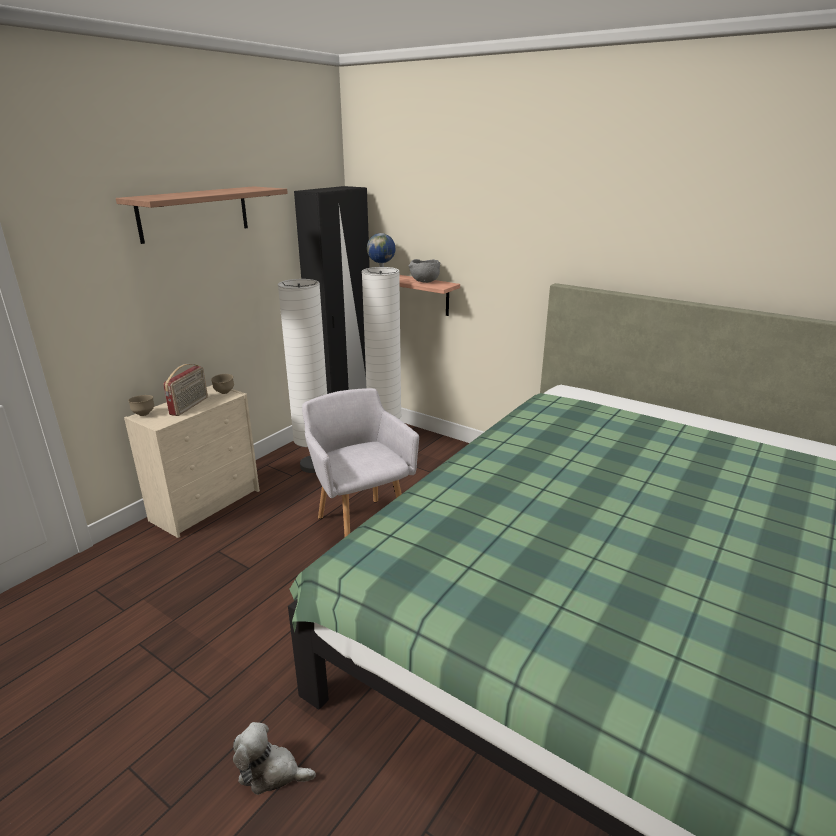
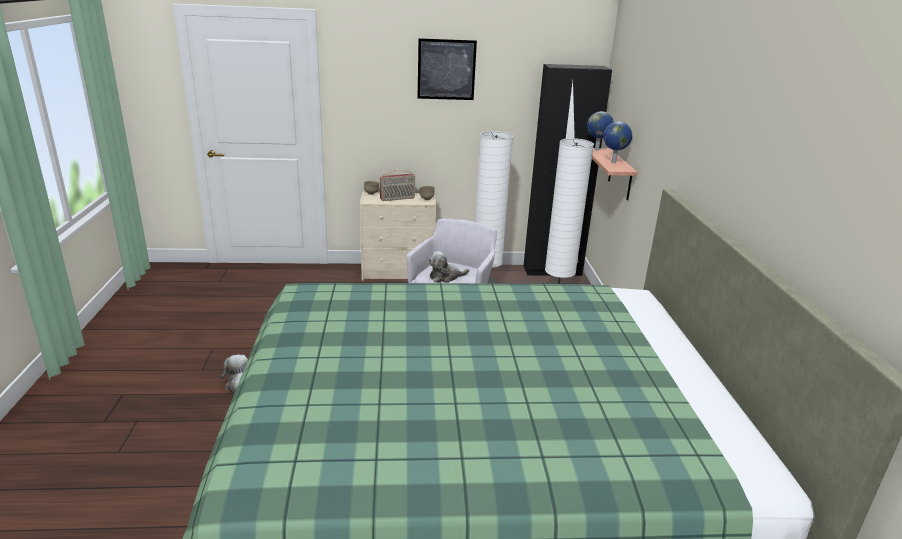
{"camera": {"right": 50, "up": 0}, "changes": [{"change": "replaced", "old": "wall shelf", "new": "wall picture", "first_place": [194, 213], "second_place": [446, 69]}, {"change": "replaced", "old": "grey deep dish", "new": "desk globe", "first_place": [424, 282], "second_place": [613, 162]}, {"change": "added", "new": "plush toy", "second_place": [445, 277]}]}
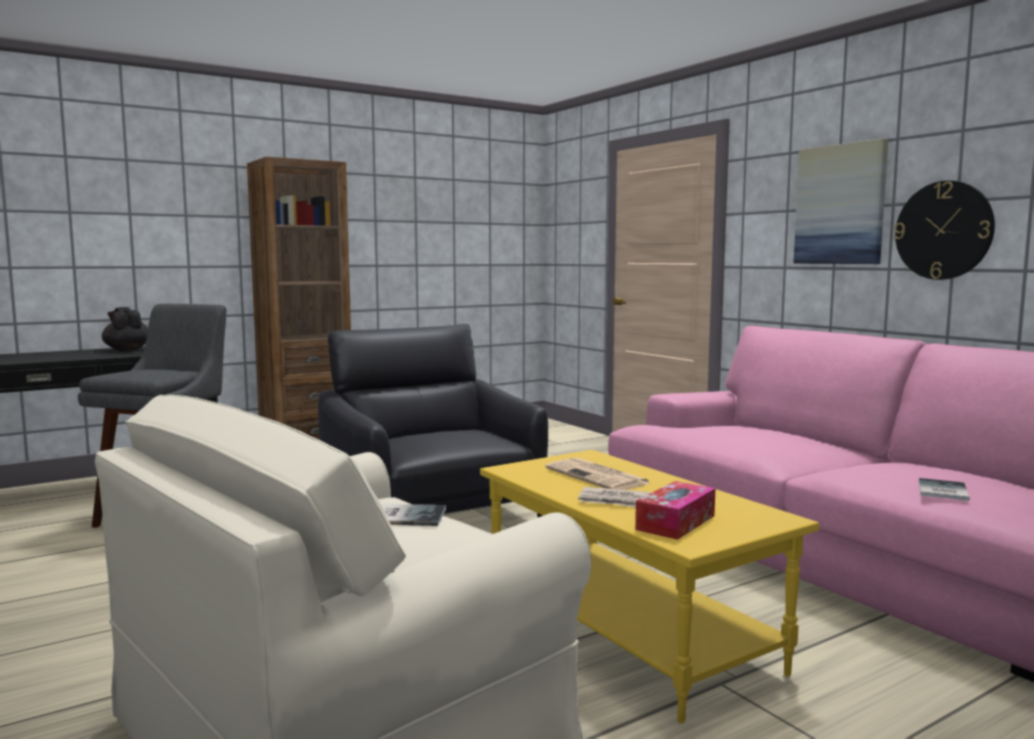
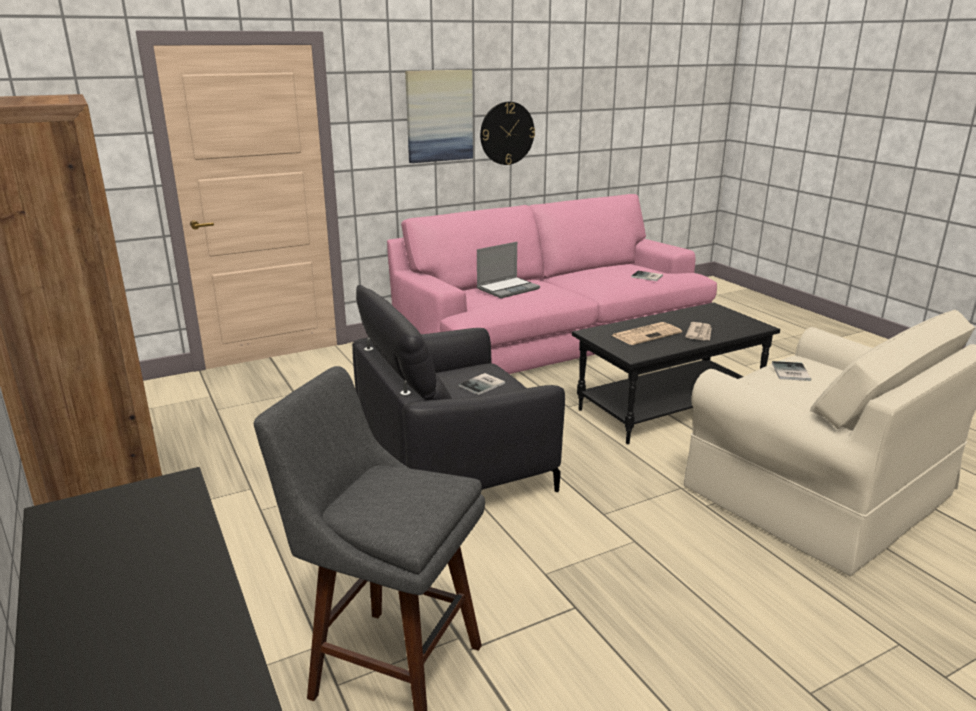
{"camera": {"right": -85, "up": 15}, "changes": [{"change": "removed", "old": "blackish tea pot", "first_place": [127, 350]}, {"change": "recoloured", "old": "yellowish lounge table", "new": "blackish lounge table", "first_place": [629, 632], "second_place": [668, 407]}, {"change": "removed", "old": "box of tissues", "first_place": [675, 522]}, {"change": "added", "new": "laptop", "second_place": [508, 288]}, {"change": "added", "new": "volume", "second_place": [483, 384]}]}
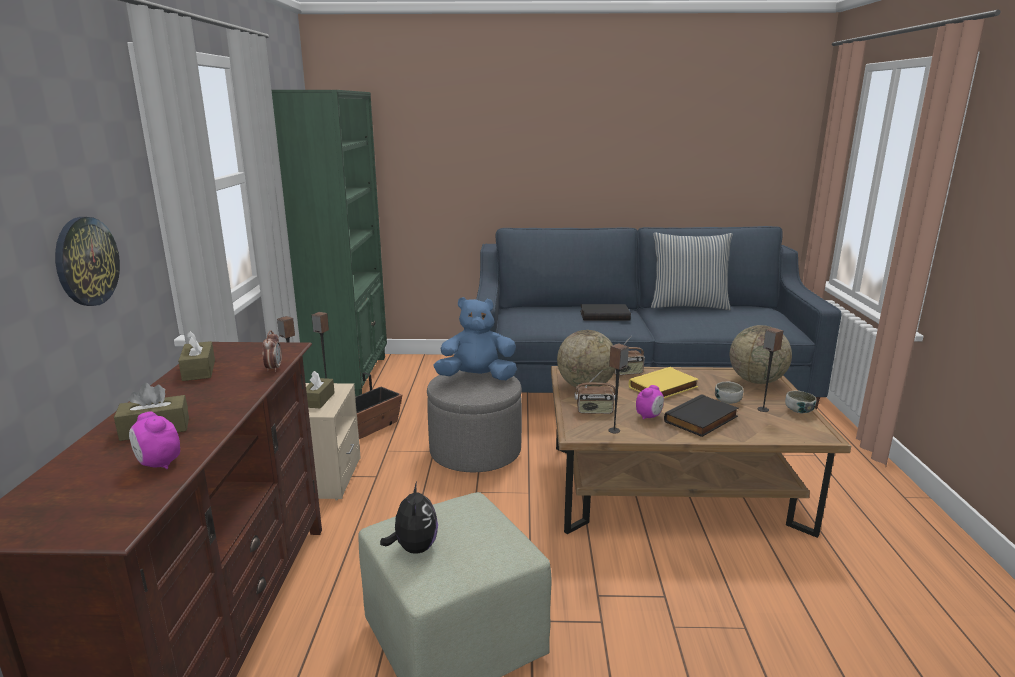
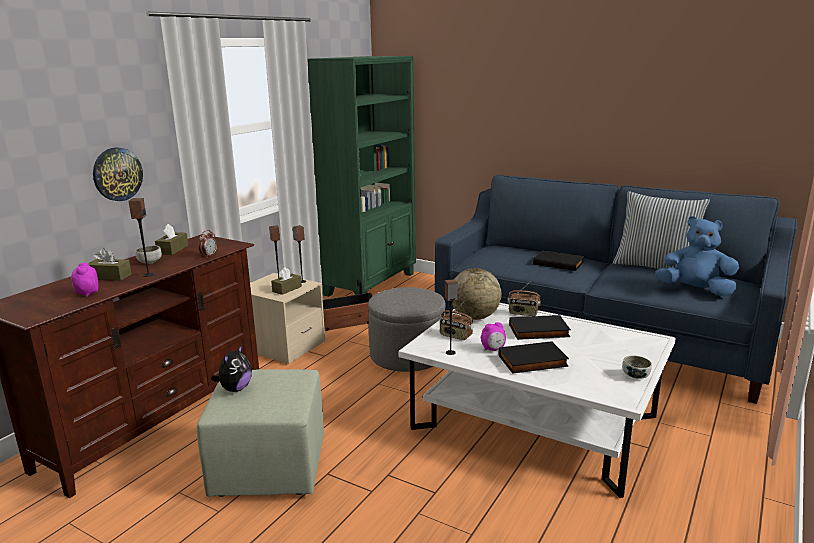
{"camera": {"right": 30, "up": 0}, "changes": [{"change": "moved", "old": "blue plush toy", "first_place": [477, 378], "second_place": [695, 290]}, {"change": "removed", "old": "desk globe", "first_place": [756, 381]}, {"change": "moved", "old": "audio speaker", "first_place": [763, 409], "second_place": [148, 275]}, {"change": "recoloured", "old": "brown-coloured lounge table", "new": "white-coloured lounge table", "first_place": [673, 487], "second_place": [534, 422]}, {"change": "recoloured", "old": "yellowish volume", "new": "blackish volume", "first_place": [664, 388], "second_place": [538, 331]}, {"change": "moved", "old": "deep dish", "first_place": [727, 401], "second_place": [150, 262]}]}
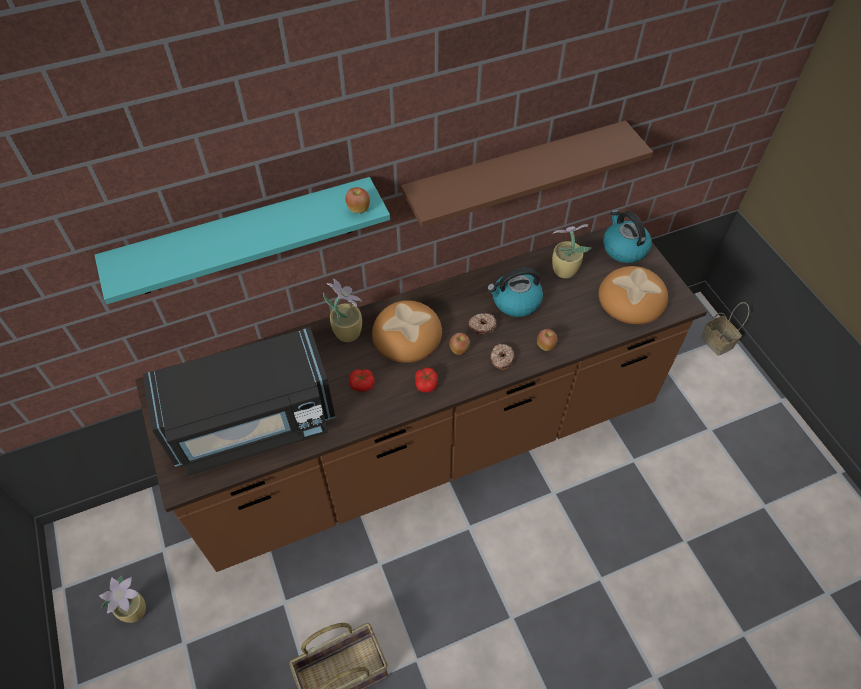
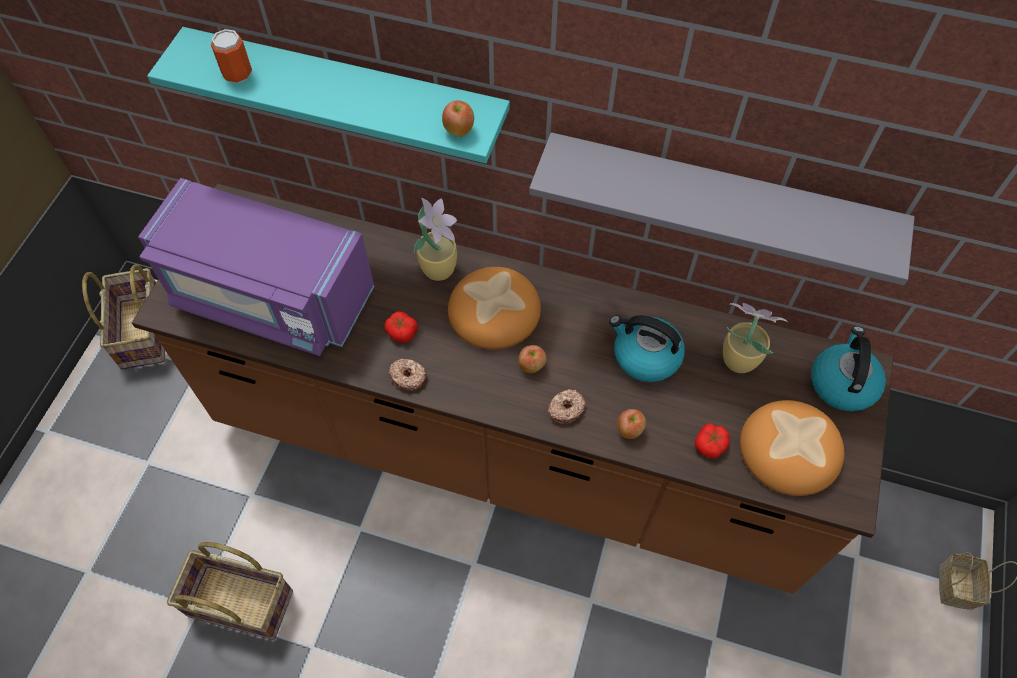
{"camera": {"right": 40, "up": 5}, "changes": [{"change": "recoloured", "old": "brown-coloured wall shelf", "new": "grey wall shelf", "first_place": [514, 175], "second_place": [717, 201]}, {"change": "moved", "old": "donut", "first_place": [482, 326], "second_place": [408, 376]}, {"change": "recoloured", "old": "blackish microwave", "new": "purple microwave", "first_place": [252, 423], "second_place": [270, 297]}, {"change": "moved", "old": "fresh tomato", "first_place": [426, 383], "second_place": [710, 444]}, {"change": "removed", "old": "plant in a pot", "first_place": [136, 610]}, {"change": "added", "new": "can", "second_place": [237, 74]}, {"change": "added", "new": "basket", "second_place": [144, 332]}]}
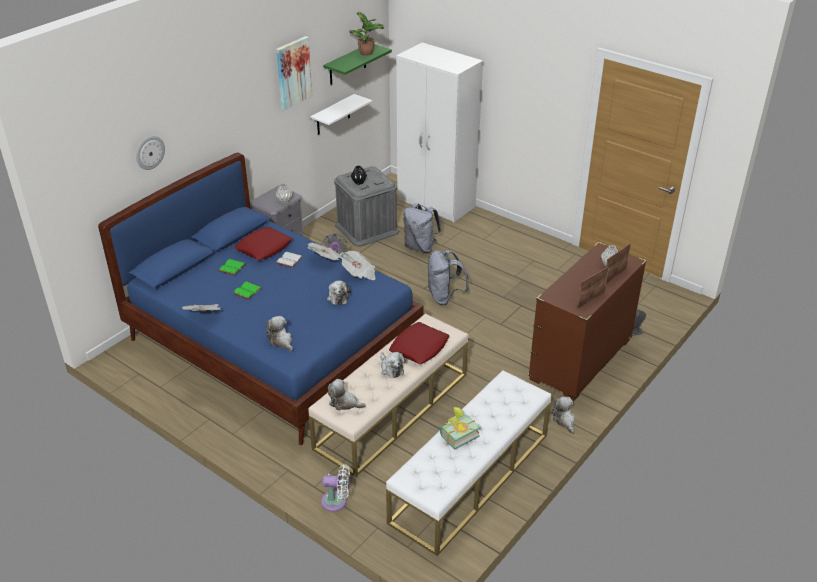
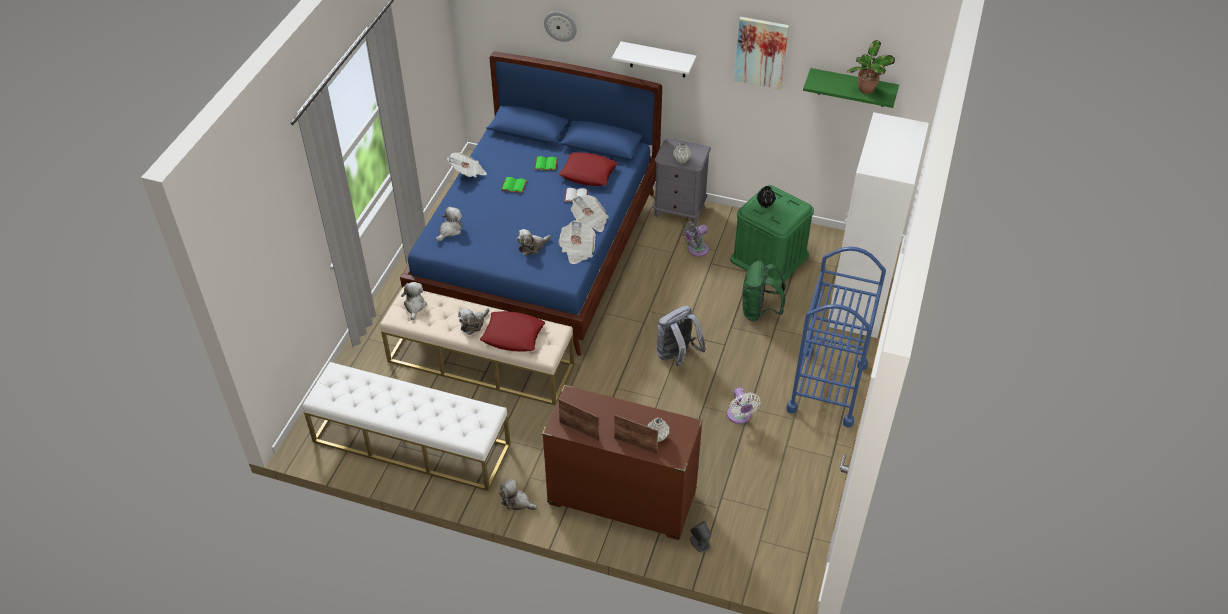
{"camera": {"right": 70, "up": 10}, "changes": [{"change": "moved", "old": "white-coloured wall shelf", "first_place": [333, 115], "second_place": [658, 60]}, {"change": "recoloured", "old": "grey storage box", "new": "green-coloured storage box", "first_place": [366, 228], "second_place": [769, 257]}, {"change": "recoloured", "old": "grey backpack", "new": "green-coloured backpack", "first_place": [420, 247], "second_place": [759, 311]}, {"change": "turned", "old": "plush toy", "first_place": [564, 420], "second_place": [517, 502], "degrees": -120}, {"change": "removed", "old": "volume", "first_place": [457, 434]}, {"change": "moved", "old": "white-coloured fan", "first_place": [337, 501], "second_place": [739, 416]}, {"change": "added", "new": "blue cart", "second_place": [827, 387]}]}
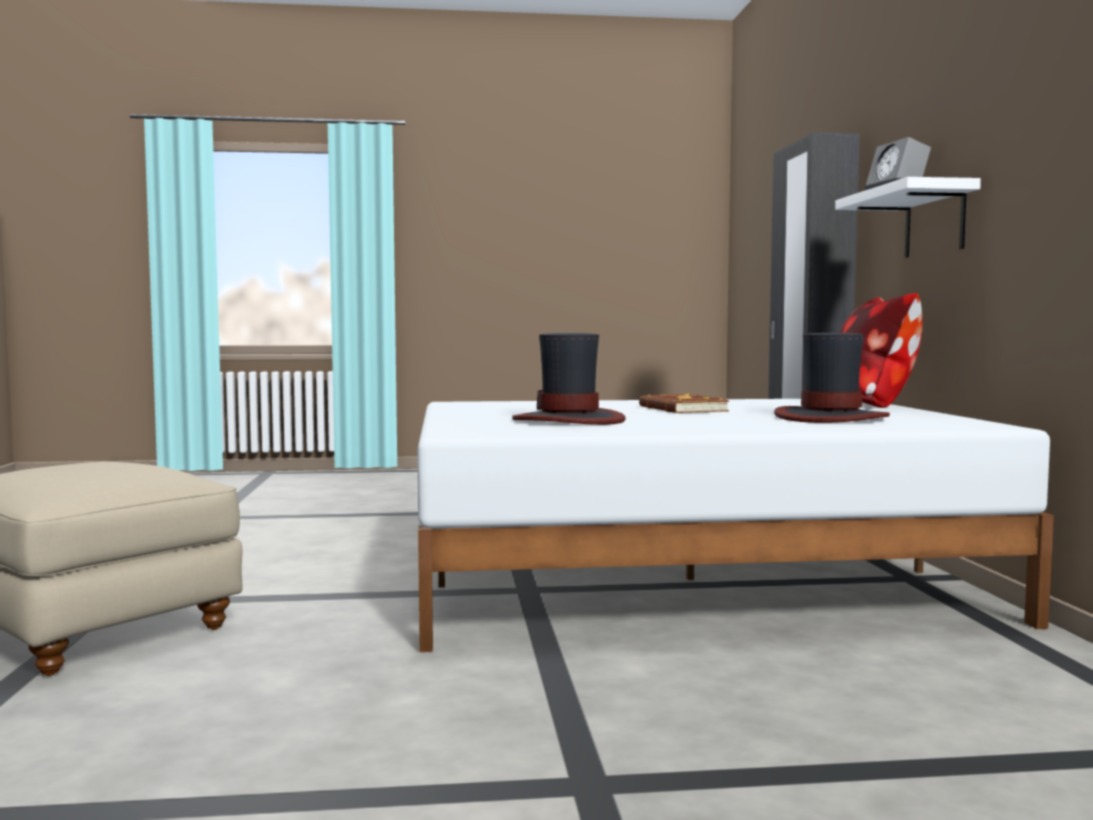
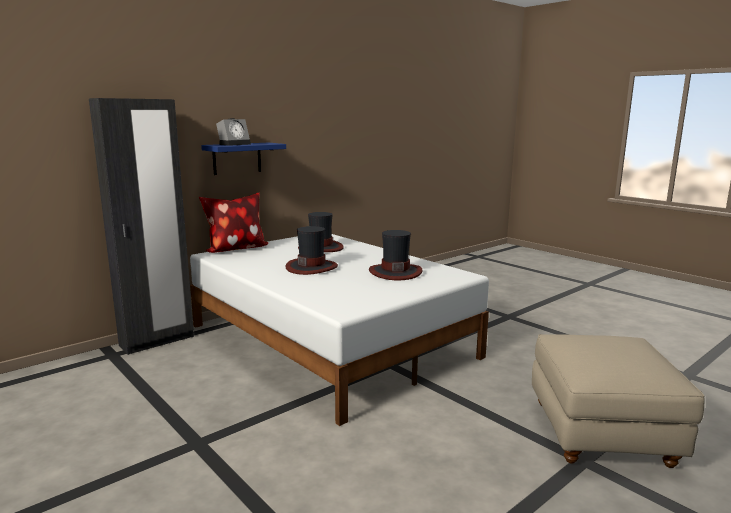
{"camera": {"right": -125, "up": 10}, "changes": [{"change": "recoloured", "old": "white-coloured wall shelf", "new": "blue wall shelf", "first_place": [934, 222], "second_place": [237, 158]}, {"change": "replaced", "old": "brown-coloured volume", "new": "hat", "first_place": [681, 409], "second_place": [311, 267]}]}
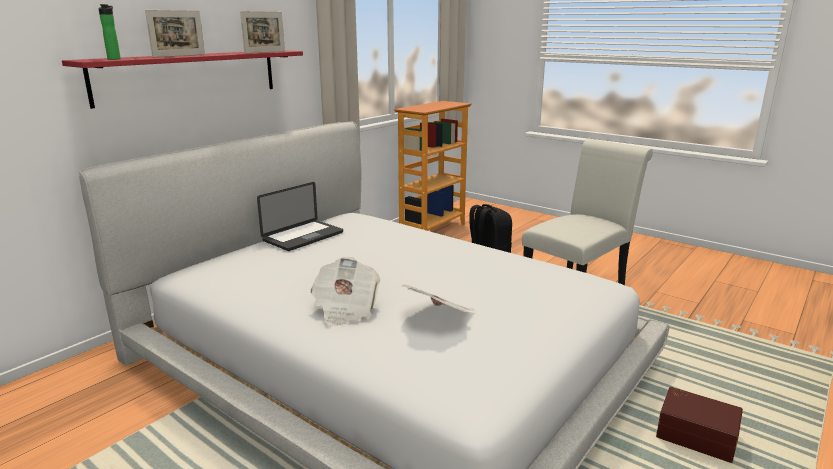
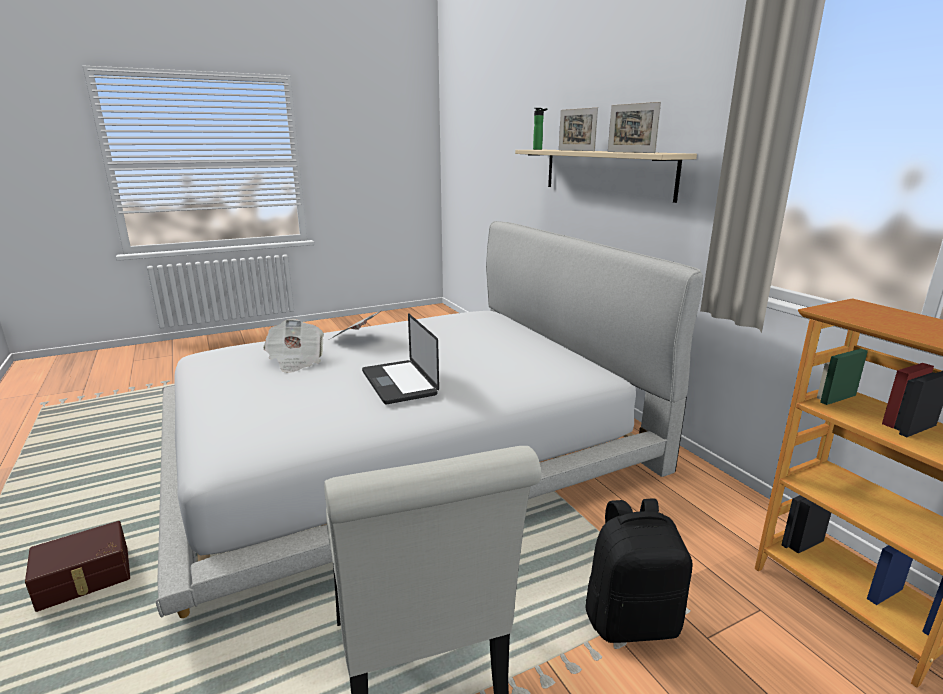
{"camera": {"right": 115, "up": 0}, "changes": [{"change": "recoloured", "old": "reddish wall shelf", "new": "beige wall shelf", "first_place": [189, 76], "second_place": [605, 172]}, {"change": "moved", "old": "laptop", "first_place": [303, 237], "second_place": [399, 383]}]}
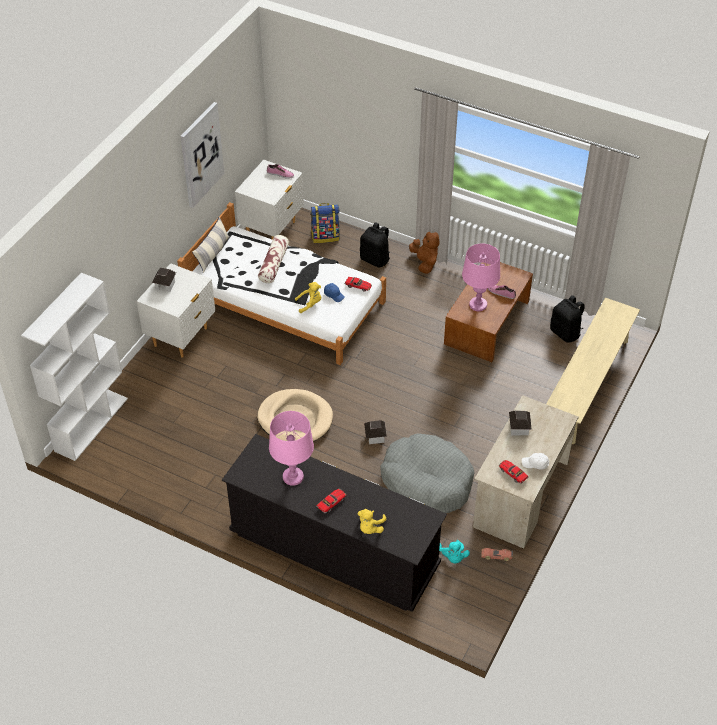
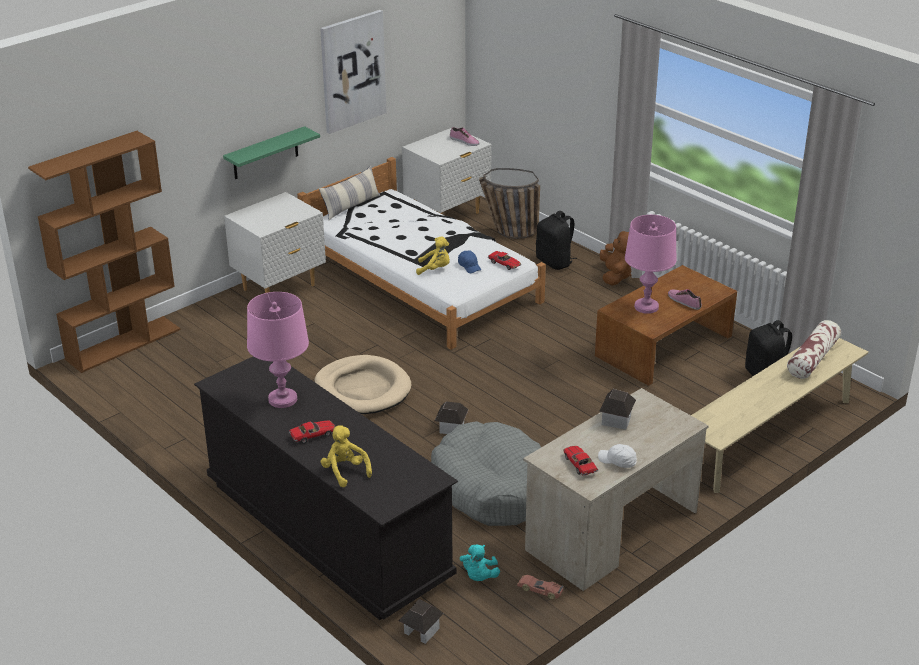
{"camera": {"right": 20, "up": -15}, "changes": [{"change": "replaced", "old": "backpack", "new": "basket", "first_place": [325, 236], "second_place": [507, 231]}, {"change": "moved", "old": "throw pillow", "first_place": [274, 264], "second_place": [813, 358]}, {"change": "moved", "old": "toy house", "first_place": [165, 285], "second_place": [421, 631]}, {"change": "recoloured", "old": "white-coloured shelving unit", "new": "brown-coloured shelving unit", "first_place": [91, 424], "second_place": [123, 344]}, {"change": "turned", "old": "yellowish plush toy", "first_place": [370, 528], "second_place": [345, 471], "degrees": 105}, {"change": "added", "new": "green-coloured wall shelf", "second_place": [265, 153]}]}
